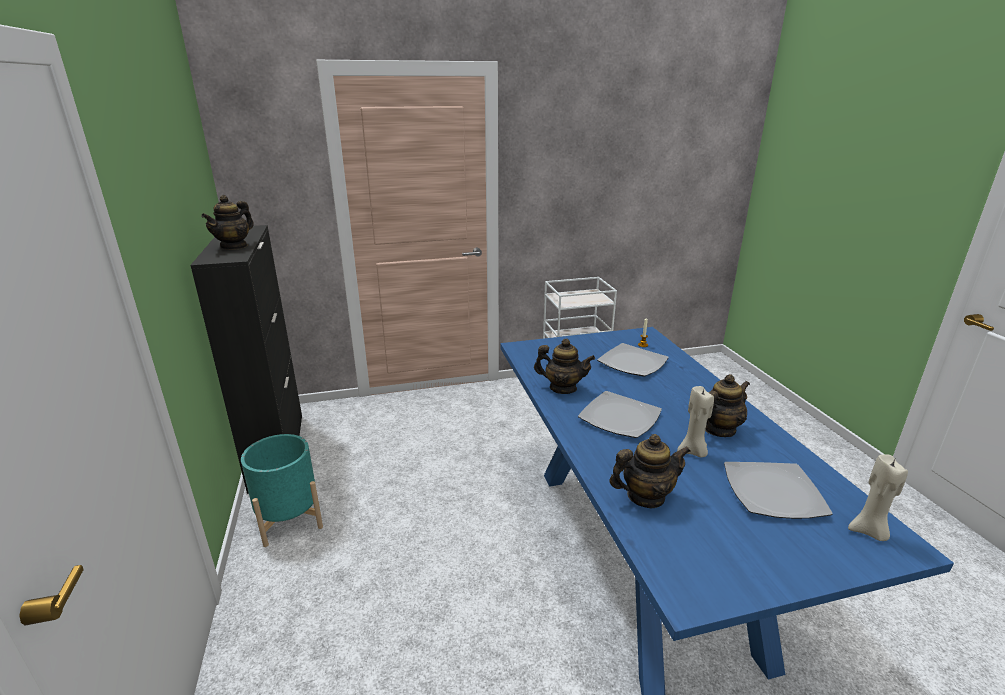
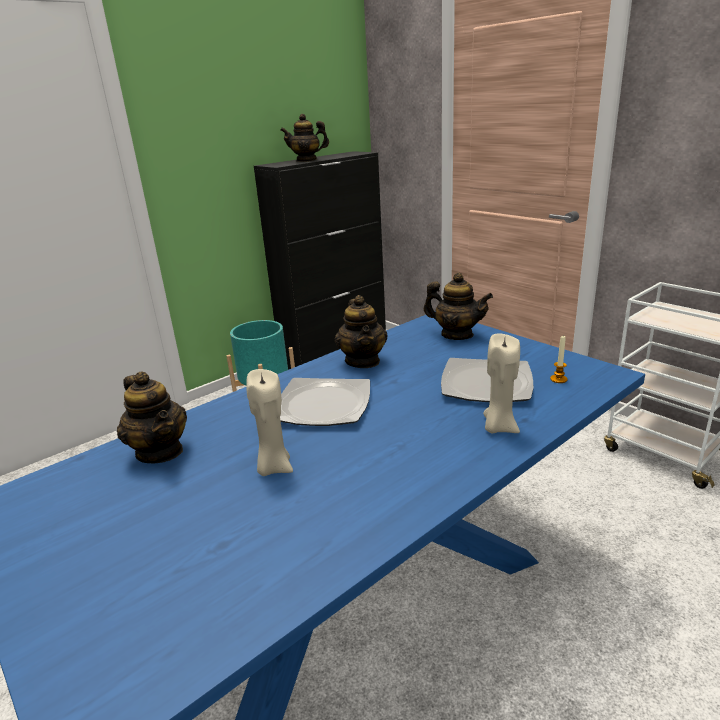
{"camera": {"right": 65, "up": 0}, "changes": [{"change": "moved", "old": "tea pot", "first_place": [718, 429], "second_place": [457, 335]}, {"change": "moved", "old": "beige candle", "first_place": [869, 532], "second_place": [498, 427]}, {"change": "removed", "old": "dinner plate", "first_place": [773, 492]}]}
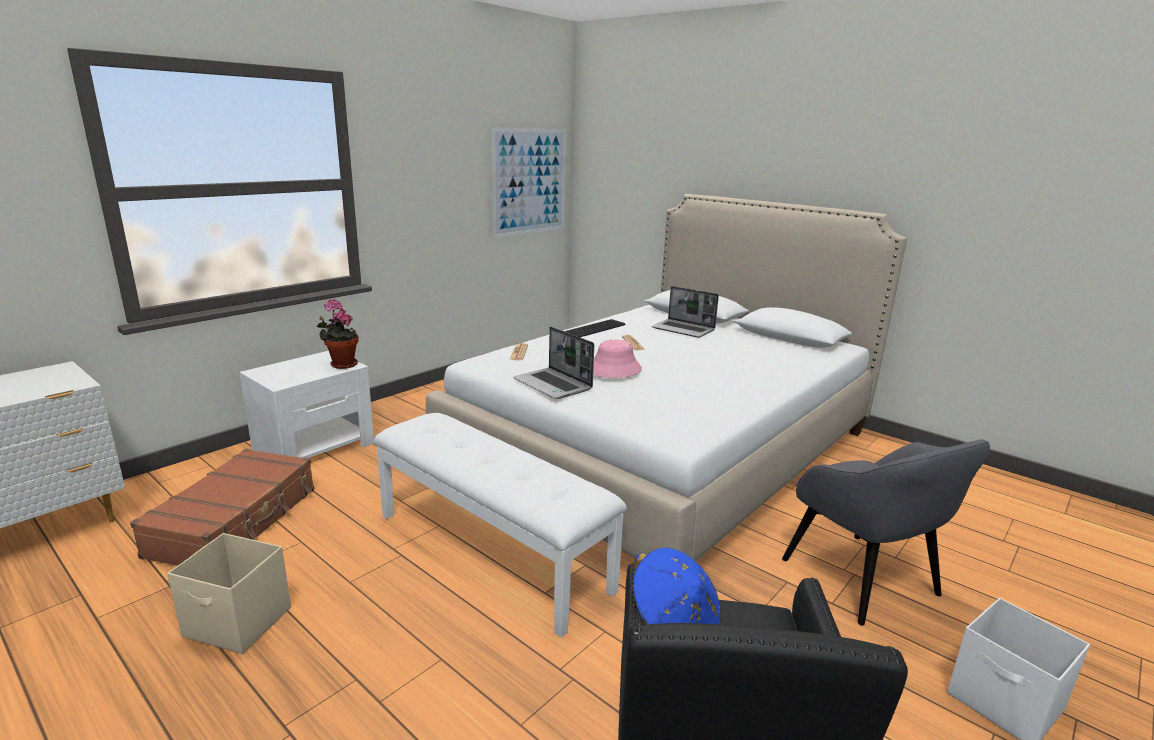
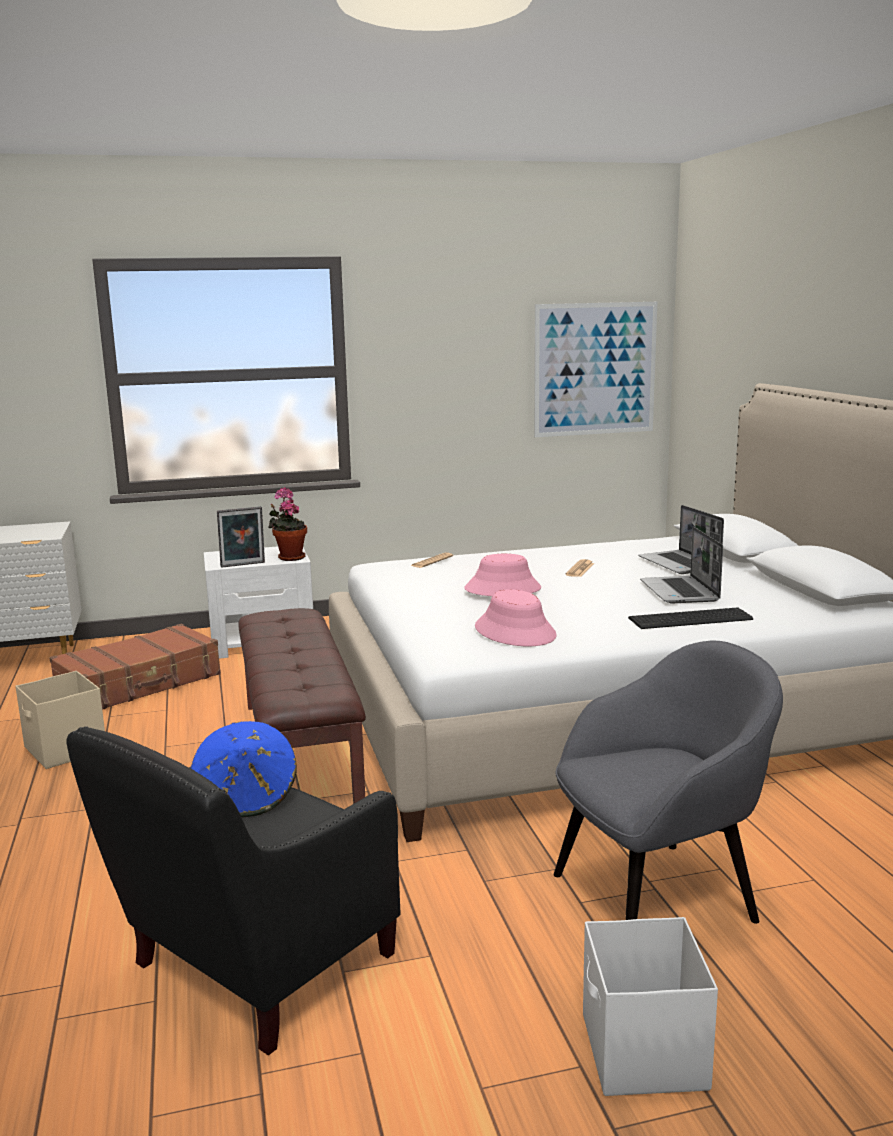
{"camera": {"right": 35, "up": -5}, "changes": [{"change": "moved", "old": "computer keyboard", "first_place": [595, 329], "second_place": [692, 619]}, {"change": "moved", "old": "laptop", "first_place": [554, 385], "second_place": [680, 592]}, {"change": "recoloured", "old": "white-coloured long seat", "new": "brown-coloured long seat", "first_place": [492, 551], "second_place": [301, 756]}, {"change": "turned", "old": "grey armchair", "first_place": [862, 579], "second_place": [657, 896], "degrees": -120}, {"change": "added", "new": "standing frame", "second_place": [243, 565]}, {"change": "added", "new": "pink hat", "second_place": [515, 632]}]}
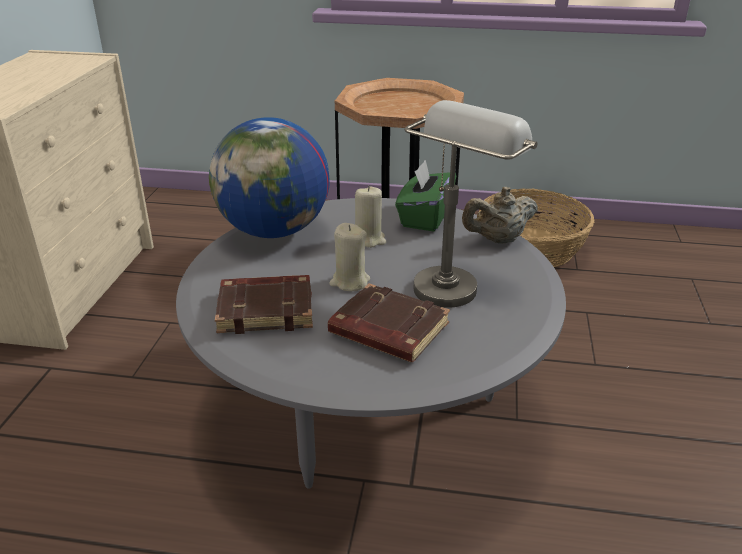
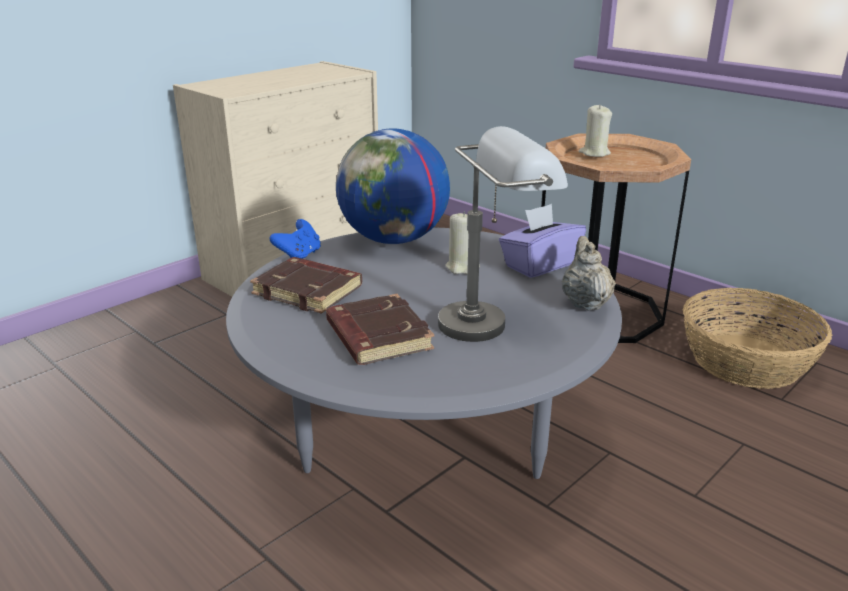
{"camera": {"right": 35, "up": -5}, "changes": [{"change": "recoloured", "old": "green-coloured box of tissues", "new": "purple box of tissues", "first_place": [424, 217], "second_place": [539, 265]}, {"change": "turned", "old": "beige tea pot", "first_place": [498, 240], "second_place": [585, 303], "degrees": 75}, {"change": "moved", "old": "beige candle", "first_place": [349, 282], "second_place": [594, 153]}, {"change": "added", "new": "blue gamepad", "second_place": [299, 256]}]}
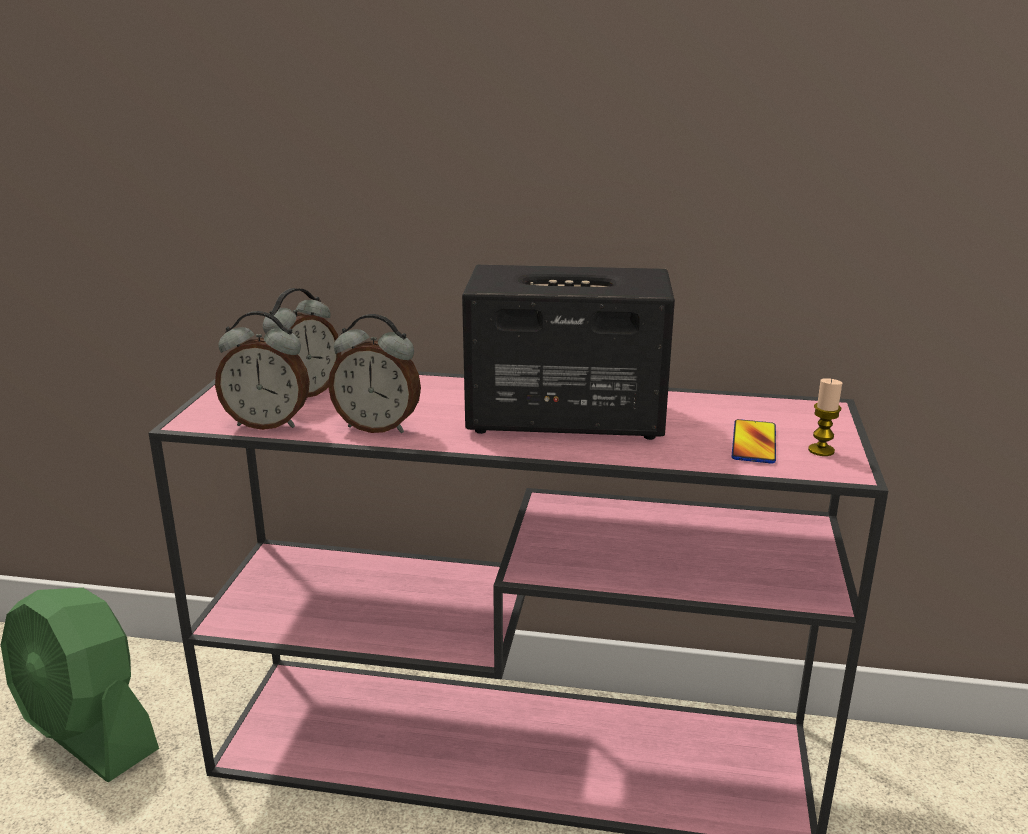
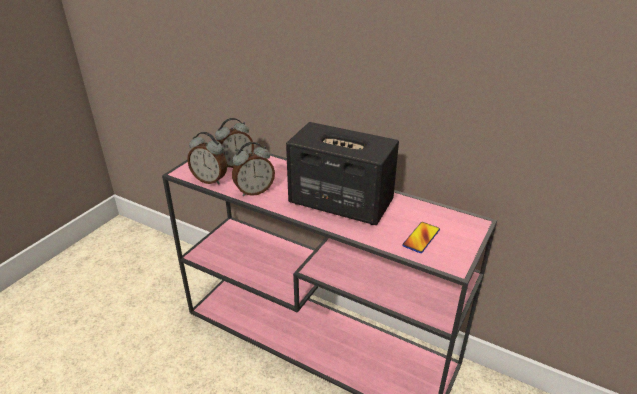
{"camera": {"right": 20, "up": 10}, "changes": [{"change": "turned", "old": "alarm clock", "first_place": [378, 427], "second_place": [254, 191], "degrees": -60}, {"change": "removed", "old": "candle", "first_place": [821, 450]}, {"change": "removed", "old": "green-coloured fan", "first_place": [88, 732]}]}
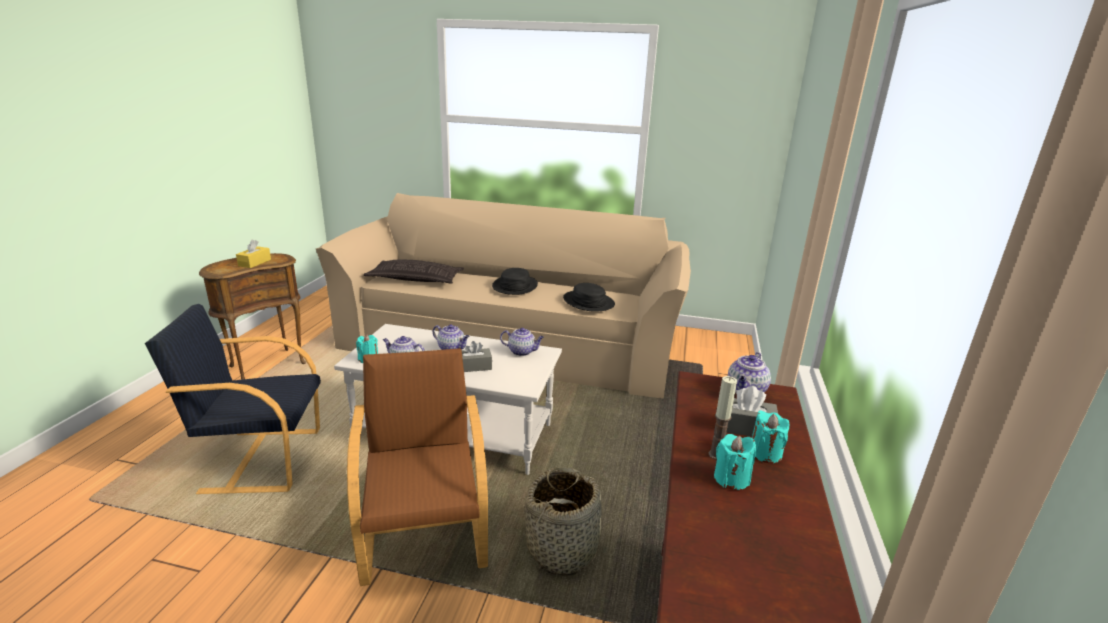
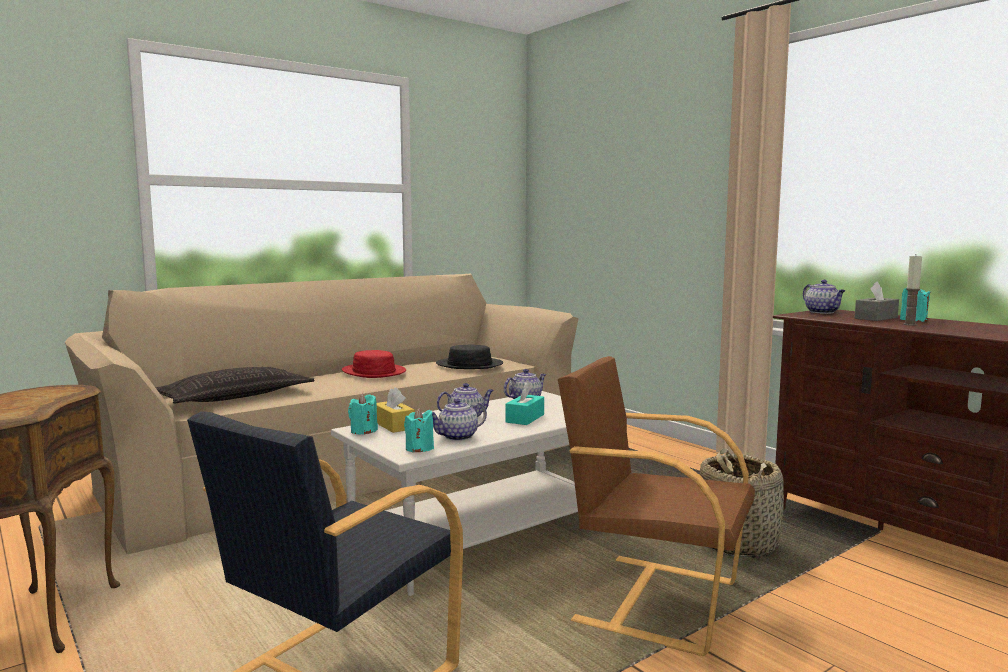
{"camera": {"right": -50, "up": -15}, "changes": [{"change": "moved", "old": "yellowish box of tissues", "first_place": [254, 262], "second_place": [394, 425]}, {"change": "recoloured", "old": "blackish hat", "new": "reddish hat", "first_place": [514, 286], "second_place": [373, 372]}, {"change": "recoloured", "old": "grey box of tissues", "new": "turquoise box of tissues", "first_place": [473, 367], "second_place": [525, 418]}, {"change": "moved", "old": "turquoise candle", "first_place": [731, 479], "second_place": [363, 431]}]}
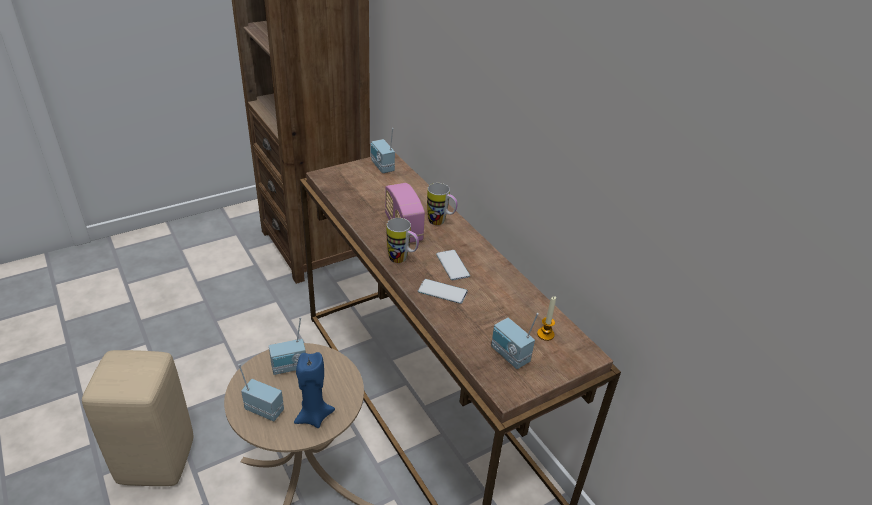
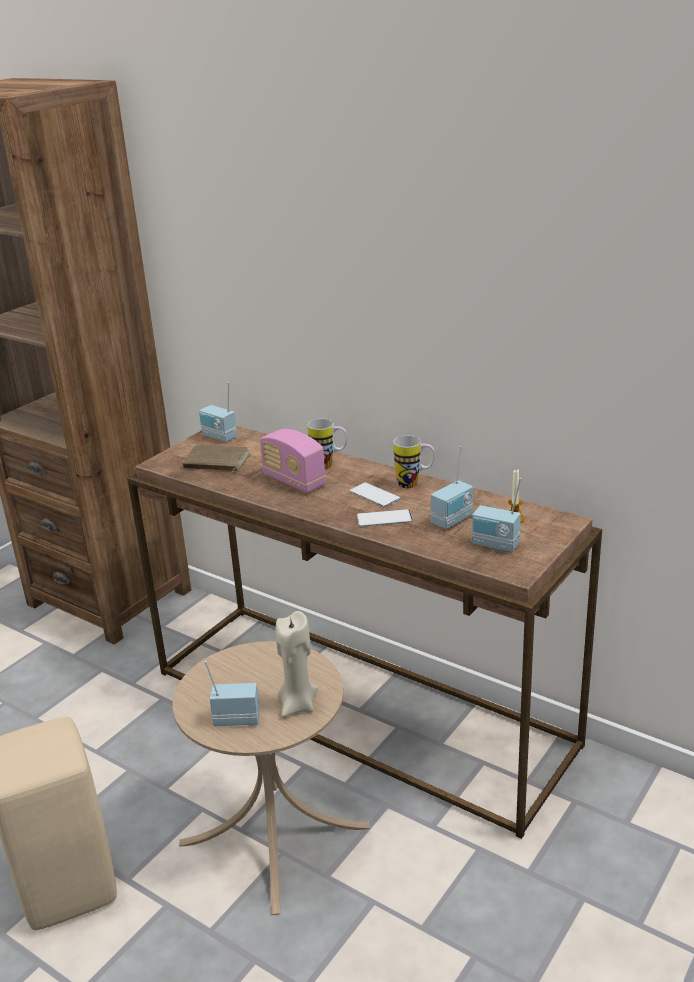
{"camera": {"right": -20, "up": -10}, "changes": [{"change": "moved", "old": "coffee mug", "first_place": [402, 260], "second_place": [415, 484]}, {"change": "moved", "old": "radio receiver", "first_place": [289, 367], "second_place": [453, 520]}, {"change": "recoloured", "old": "blue candle", "new": "beige candle", "first_place": [313, 416], "second_place": [298, 705]}, {"change": "added", "new": "brown-coloured volume", "second_place": [216, 463]}]}
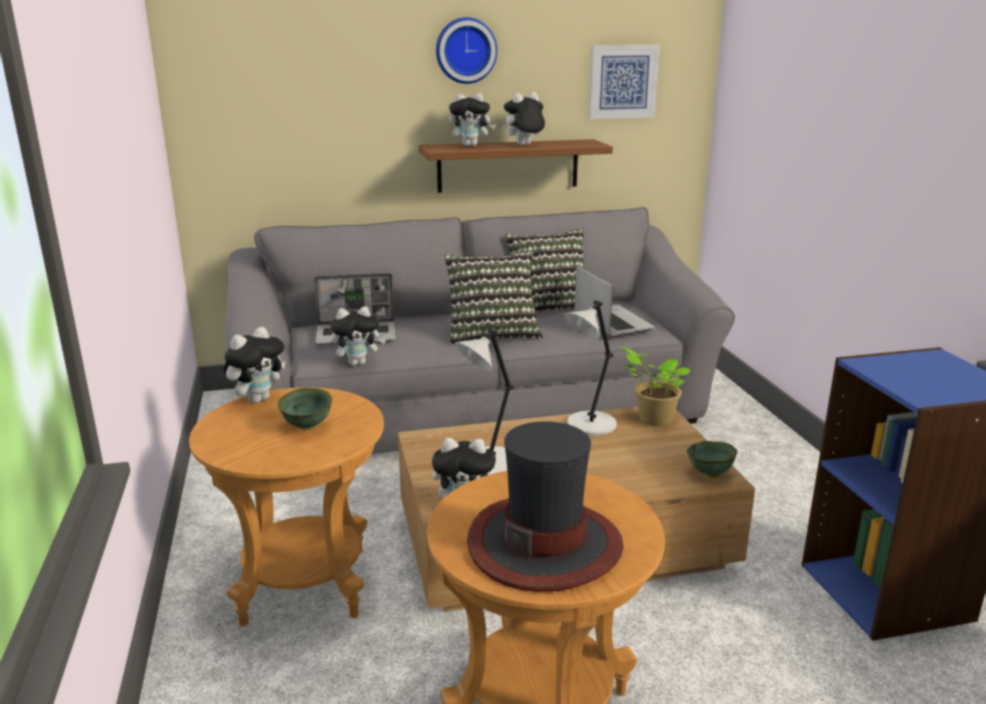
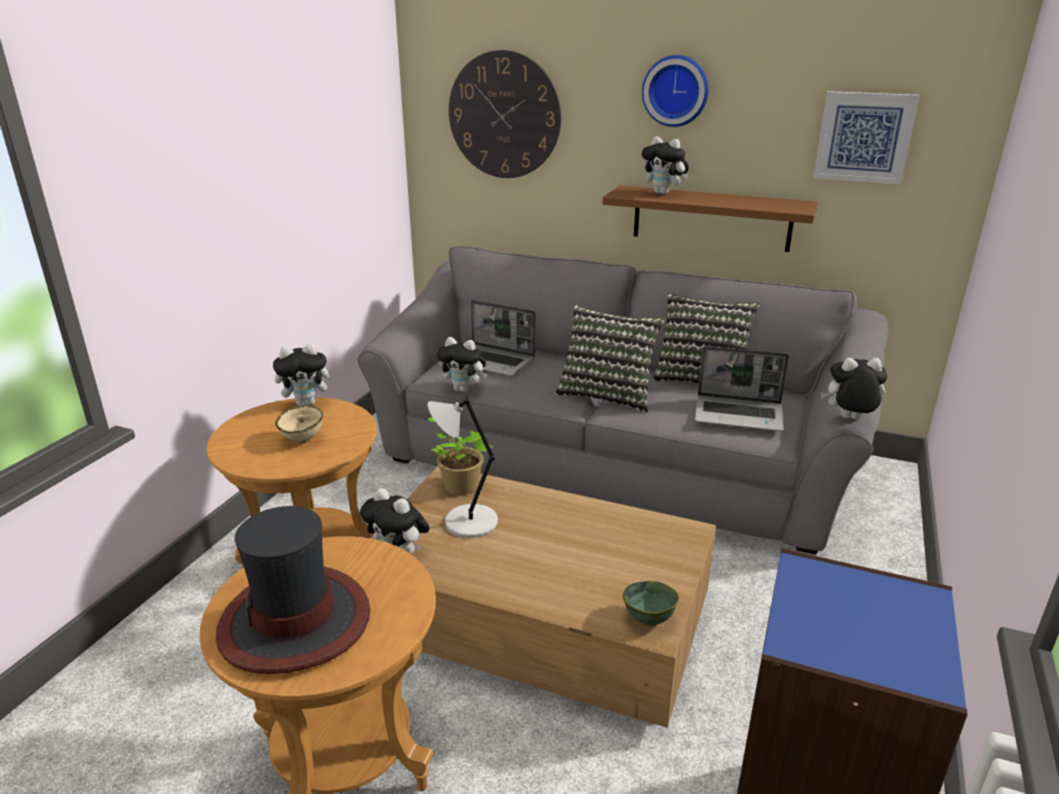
{"camera": {"right": 35, "up": 5}, "changes": [{"change": "moved", "old": "plush toy", "first_place": [524, 145], "second_place": [849, 419]}, {"change": "turned", "old": "laptop", "first_place": [611, 322], "second_place": [739, 415], "degrees": 90}, {"change": "removed", "old": "grey table lamp", "first_place": [589, 425]}, {"change": "moved", "old": "plant in a pot", "first_place": [652, 419], "second_place": [459, 485]}, {"change": "recoloured", "old": "green-coloured deep dish", "new": "beige deep dish", "first_place": [308, 426], "second_place": [303, 439]}, {"change": "added", "new": "wall clock", "second_place": [504, 115]}]}
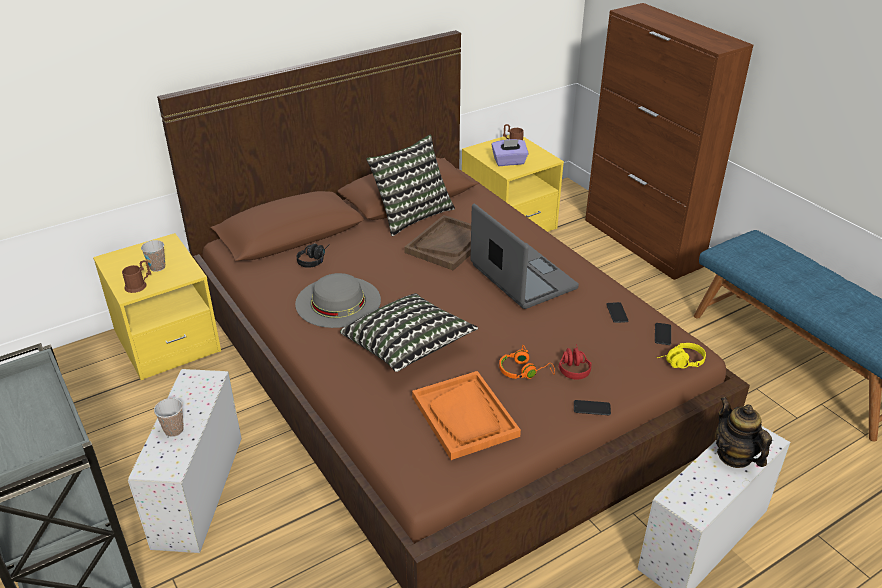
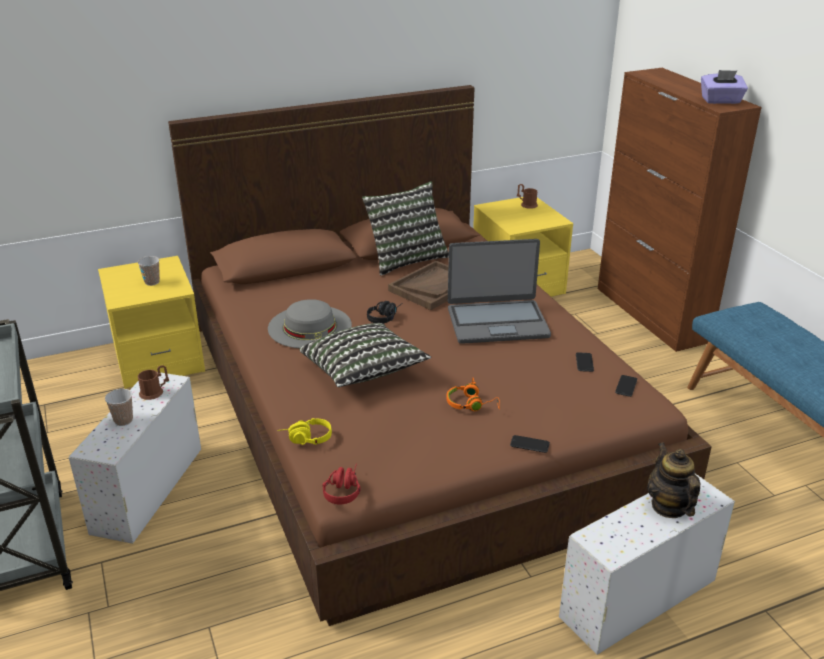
{"camera": {"right": 10, "up": -5}, "changes": [{"change": "moved", "old": "purple box of tissues", "first_place": [509, 162], "second_place": [721, 101]}, {"change": "turned", "old": "laptop", "first_place": [522, 277], "second_place": [497, 322], "degrees": 105}, {"change": "moved", "old": "blackish pair of headphones", "first_place": [314, 259], "second_place": [385, 317]}, {"change": "moved", "old": "brown-coloured coffee mug", "first_place": [139, 285], "second_place": [154, 392]}, {"change": "moved", "old": "yellowish pair of headphones", "first_place": [680, 363], "second_place": [305, 439]}, {"change": "moved", "old": "reddish pair of headphones", "first_place": [572, 366], "second_place": [343, 489]}, {"change": "removed", "old": "orange-coloured carrying tray", "first_place": [465, 416]}]}
